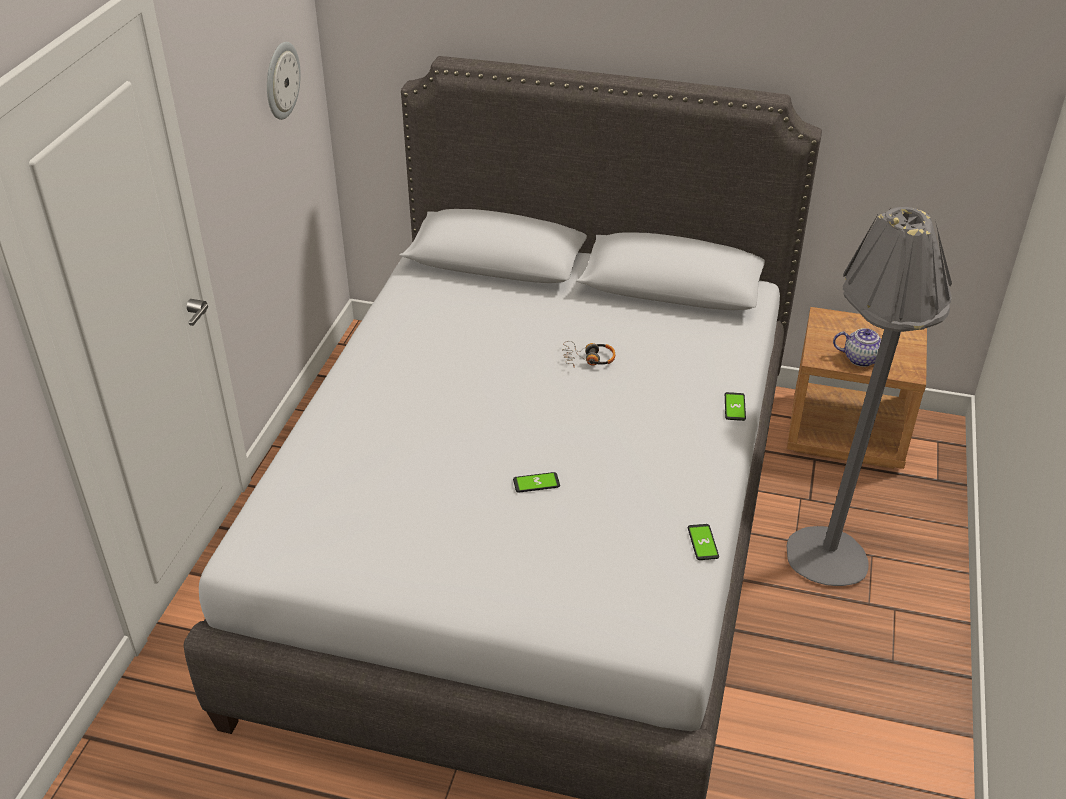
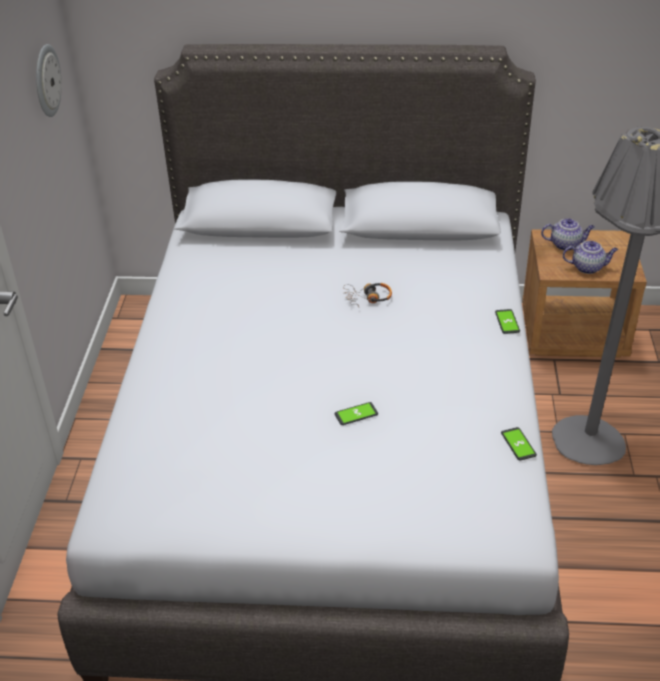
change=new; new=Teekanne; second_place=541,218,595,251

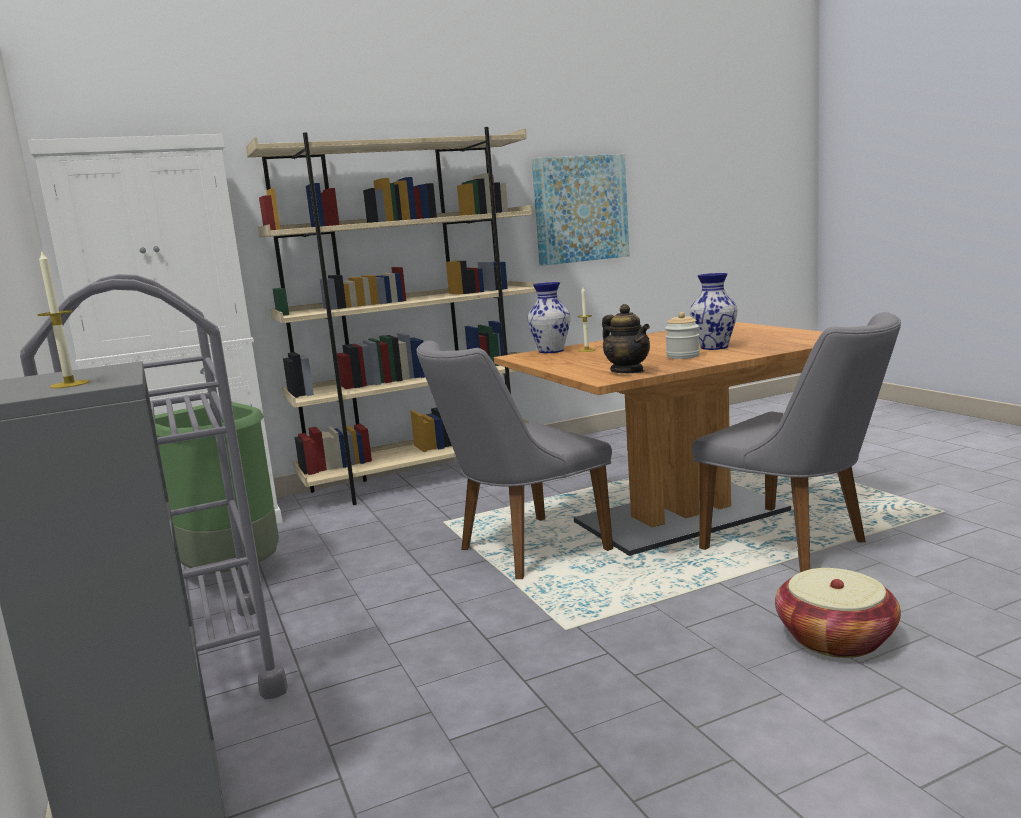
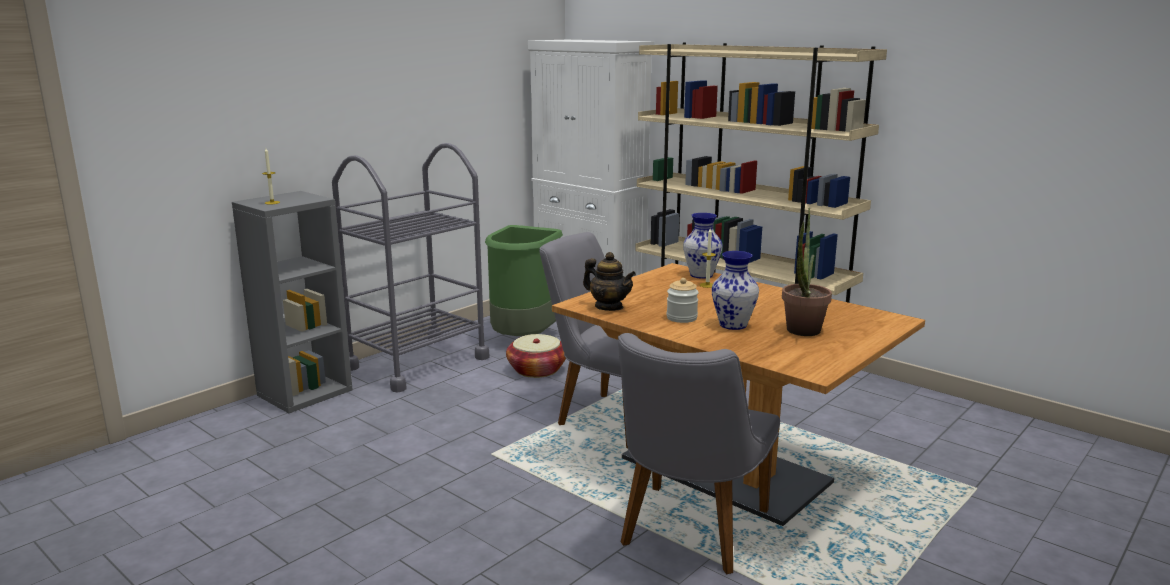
change=shifted; old=Korb; first_place=775,568,901,658; second_place=506,334,566,378
change=rotated; old=Teekanne; first_place=602,304,650,373; second_place=583,252,636,311; degrees=-90
change=new; new=Topfpflanze; second_place=782,208,832,336
change=gone; old=Bild; first_place=532,154,630,266

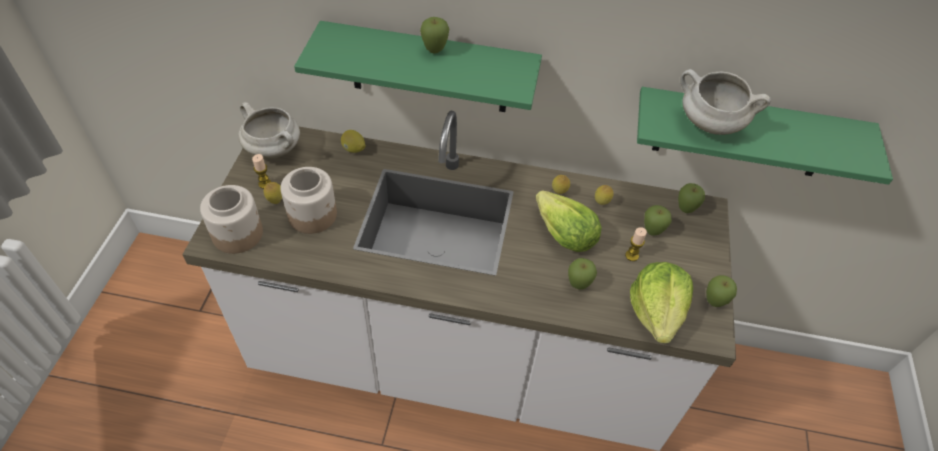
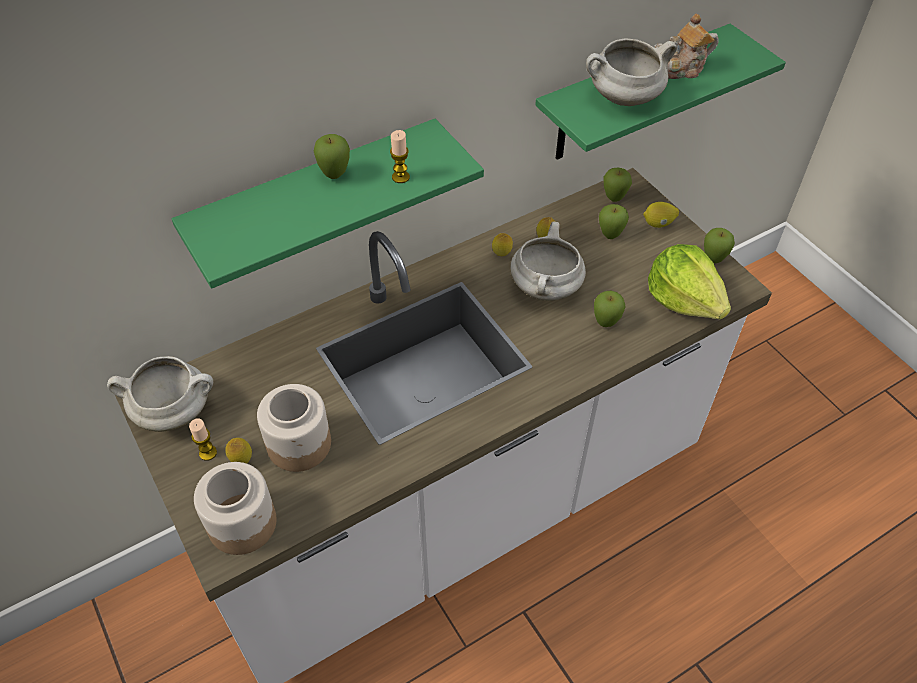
change=shifted; old=Kerze; first_place=625,227,647,261; second_place=390,130,410,183
change=swapped; old=Salatkopf; new=Kochtopf/weiß; first_place=536,190,602,252; second_place=510,221,586,301
change=shifted; old=Zitrone; first_place=341,130,365,153; second_place=643,202,679,228
change=new; new=Teekanne; second_place=654,14,719,79

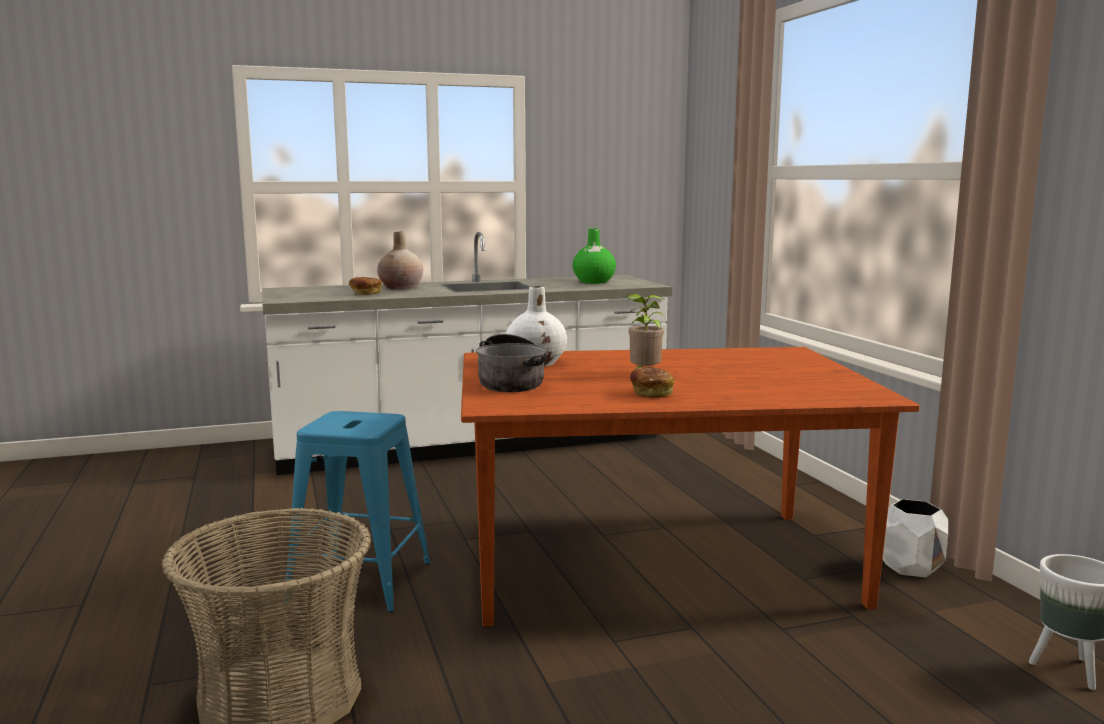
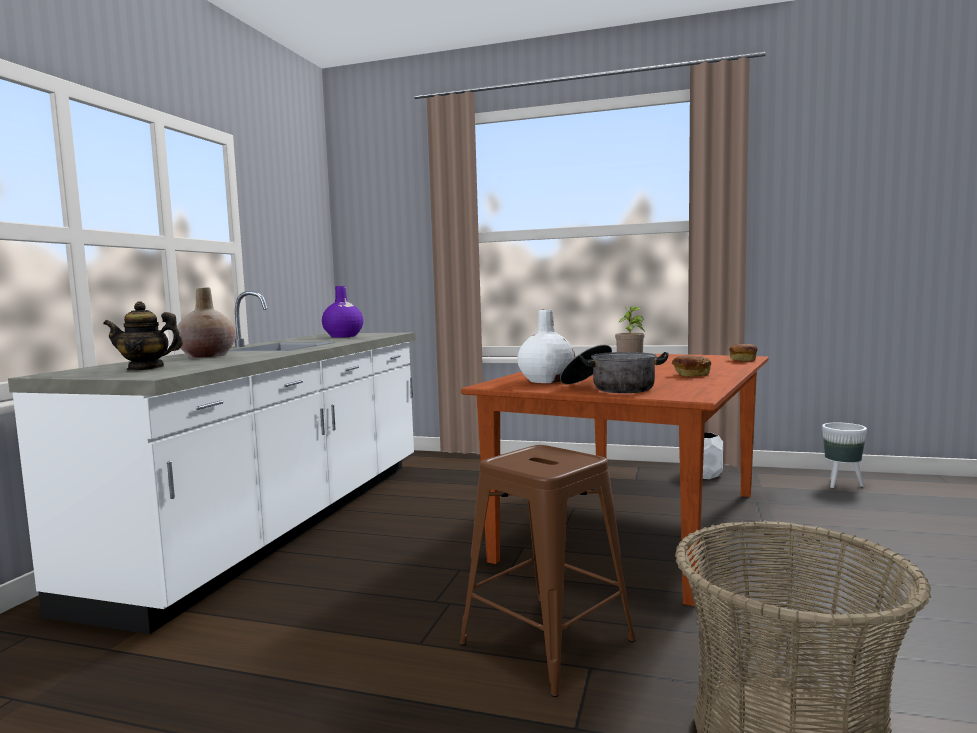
change=new; new=Teekanne; second_place=103,301,183,371
change=repainted; old=Vase/grün; new=Vase/lila; first_place=573,228,616,284; second_place=322,286,363,338
change=repainted; old=Hocker/blau; new=Hocker/braun; first_place=283,411,431,612; second_place=460,445,636,697
change=shifted; old=Brot; first_place=349,277,382,295; second_place=729,344,758,361

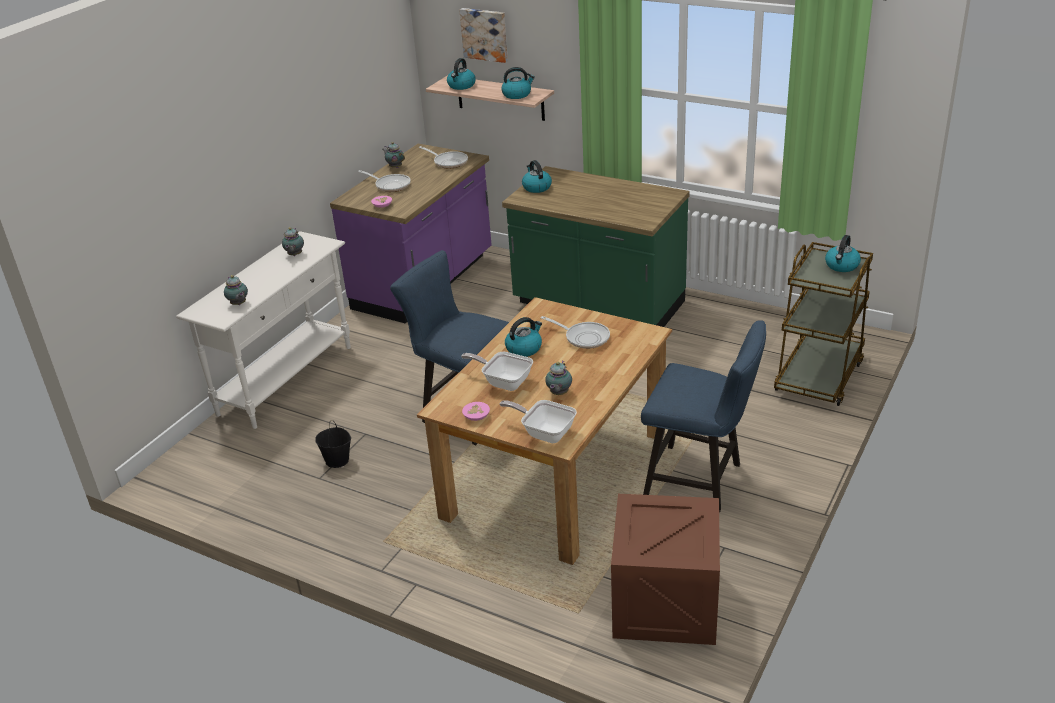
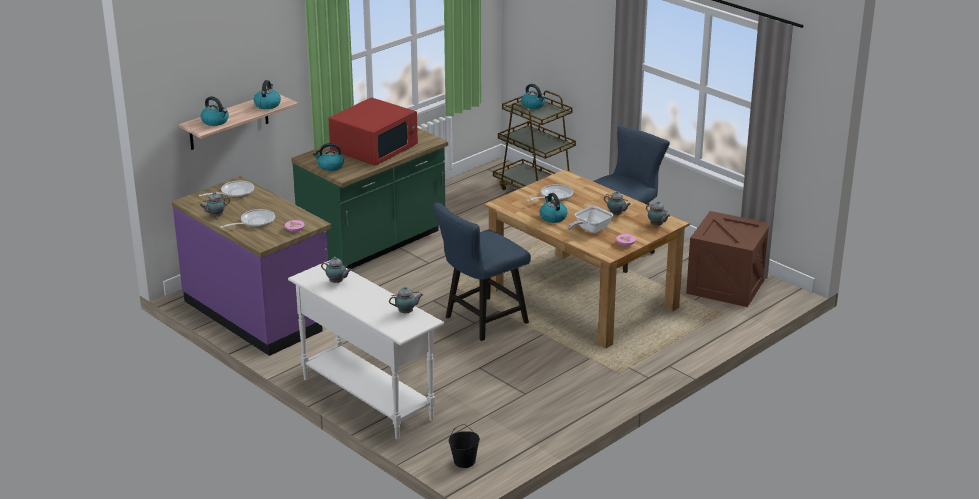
change=new; new=Mikrowelle/rot; second_place=328,97,418,166
change=shifted; old=Eimer/schwarz; first_place=315,420,351,468; second_place=449,424,480,468
change=swapped; old=Pfanne; new=Teekanne; first_place=500,400,577,443; second_place=646,201,670,226
change=gone; old=Bild; first_place=459,8,508,63

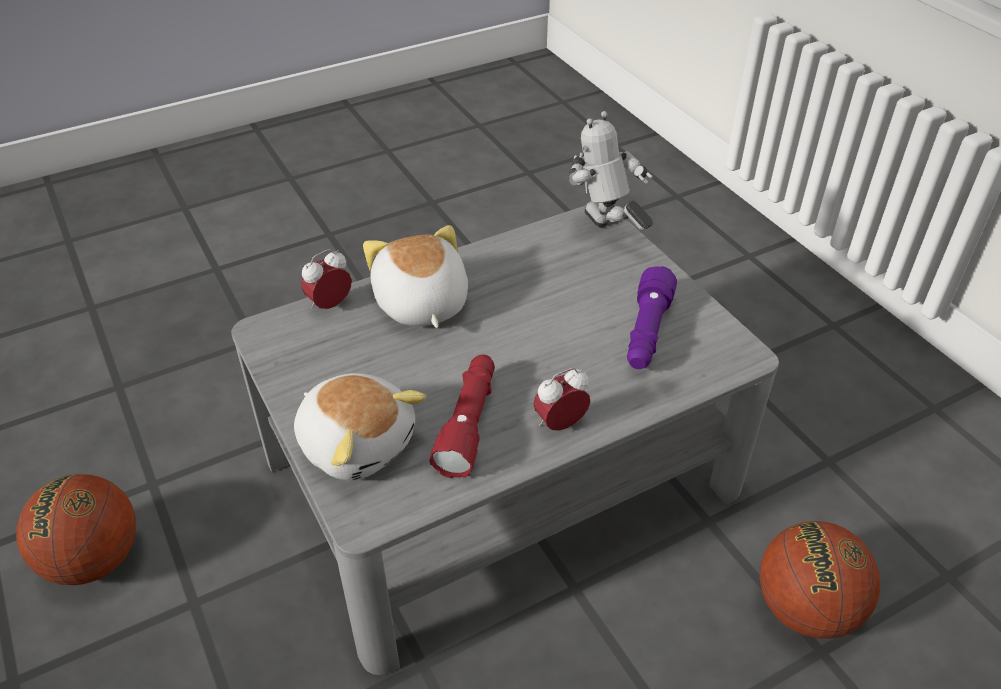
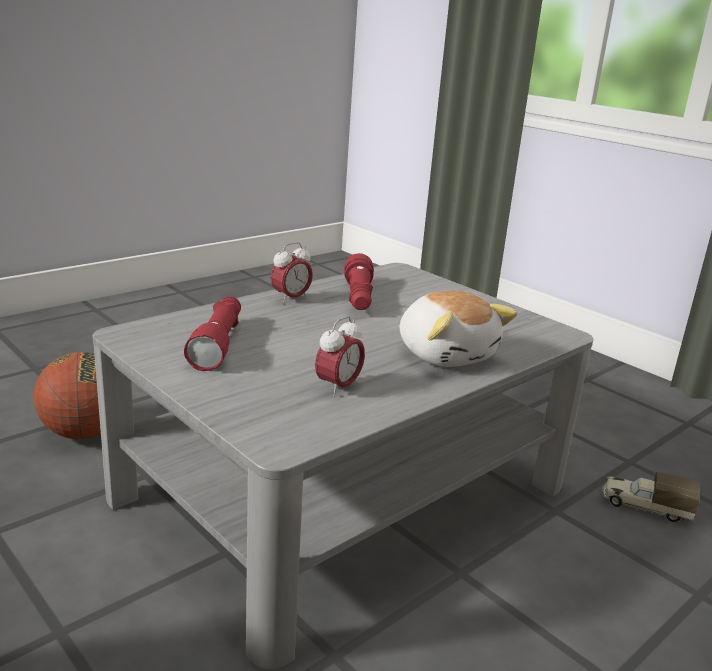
change=repainted; old=Taschenlampe/lila; new=Taschenlampe/rot; first_place=627,266,677,369; second_place=184,296,241,371
change=shifted; old=Wecker; first_place=301,249,352,309; second_place=315,316,365,397
change=new; new=Spielzeuglaster; second_place=602,472,700,522
change=gone; old=Basketball; first_place=16,474,136,585
change=gone; old=Plüschtier; first_place=294,373,426,481
change=gone; old=Spielzeugroboter; first_place=569,111,653,230

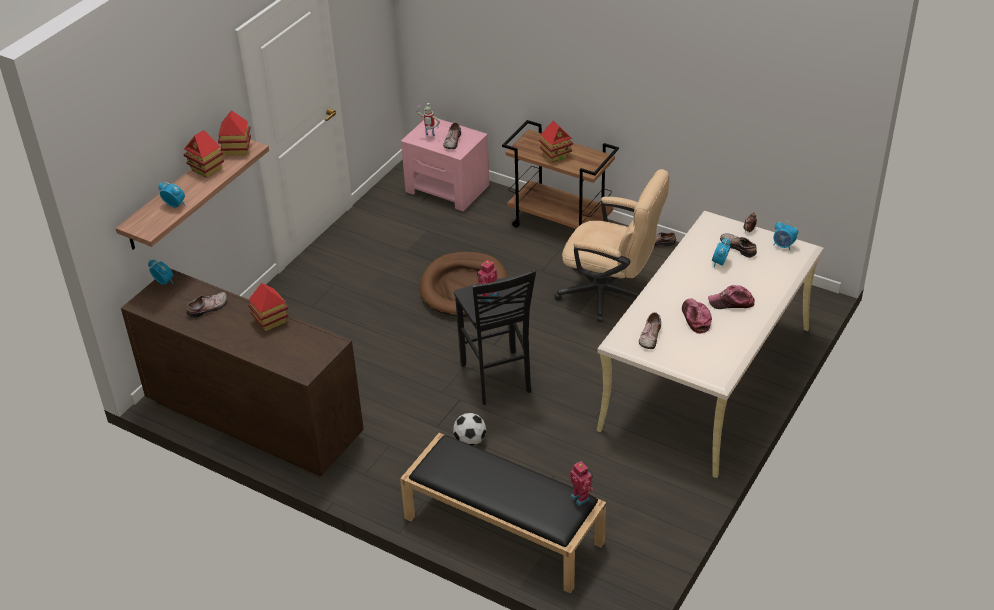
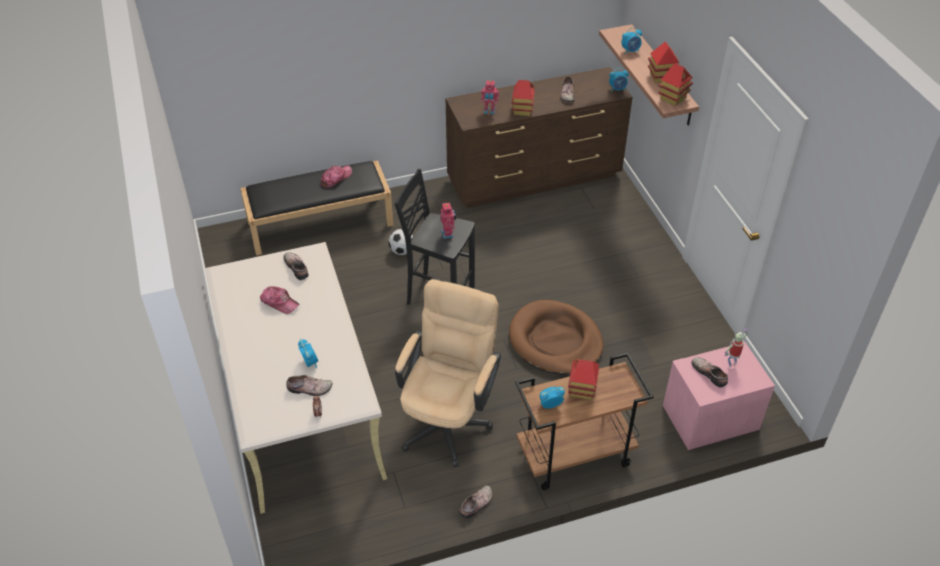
change=shifted; old=Kappe; first_place=708,285,755,309; second_place=321,166,352,188
change=rotated; old=Bürostuhl/beige; first_place=554,169,670,322; second_place=395,279,501,467; degrees=135
change=shifted; old=Spielzeugroboter; first_place=570,461,594,506; second_place=481,81,499,115
change=shifted; old=Wecker; first_place=773,221,798,251; second_place=539,387,565,409

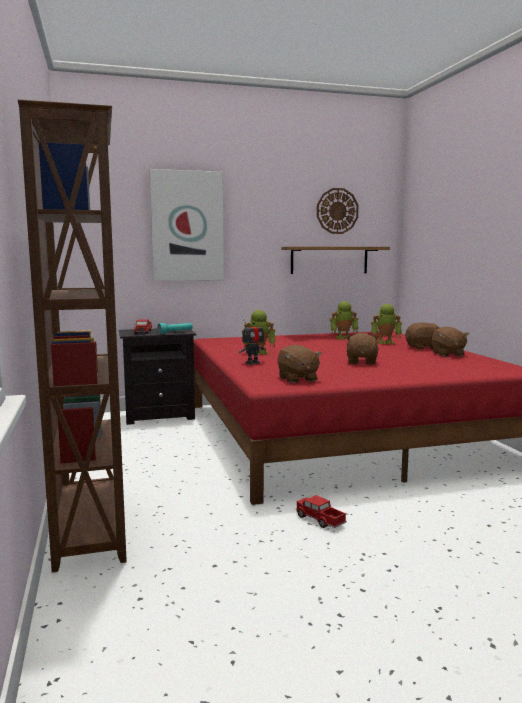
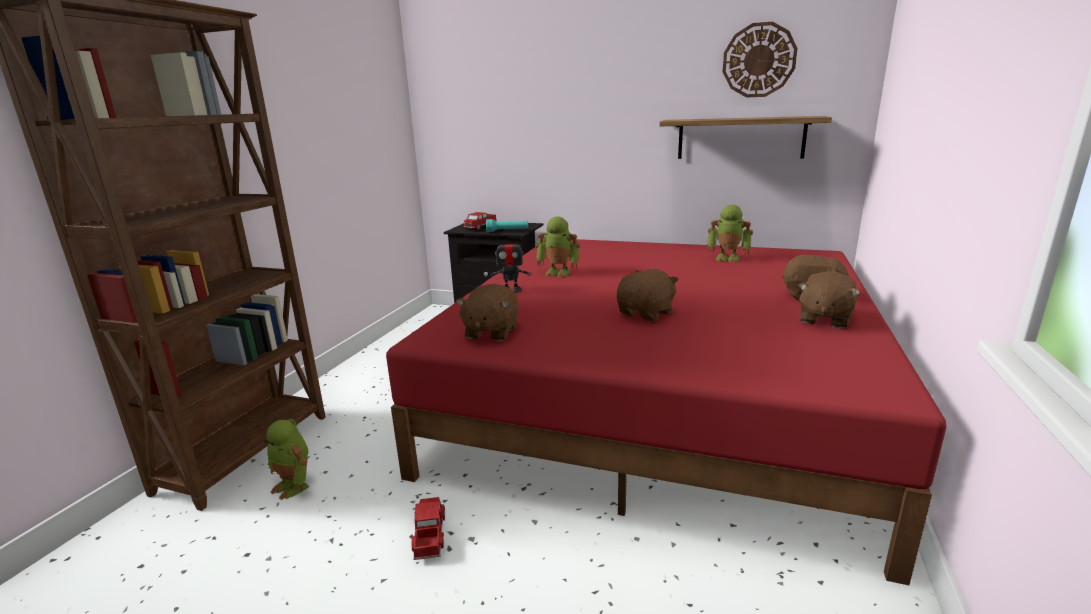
change=shifted; old=Spielzeugroboter; first_place=371,304,402,344; second_place=264,419,309,500
change=gone; old=Bild; first_place=149,169,224,281

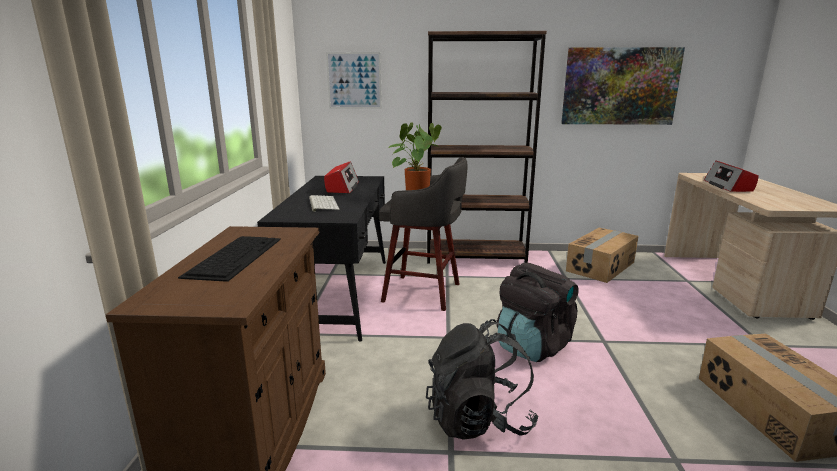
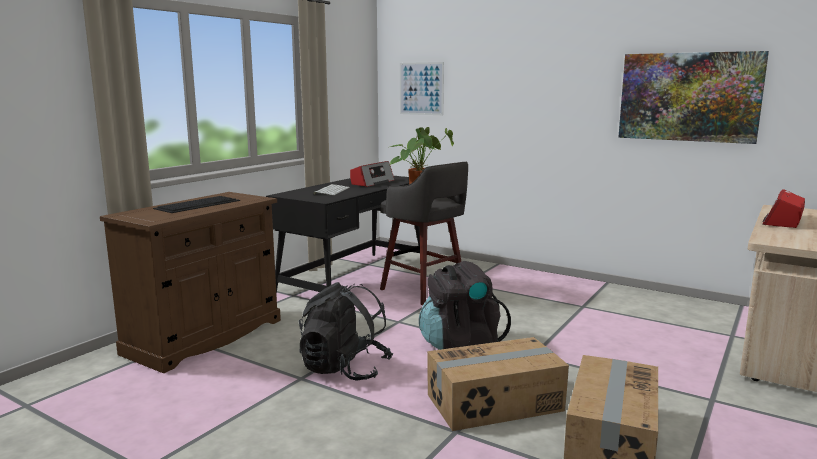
change=shifted; old=Karton; first_place=566,228,639,283; second_place=427,337,569,431
change=gone; old=Bücherregal/braun; first_place=427,31,547,264

